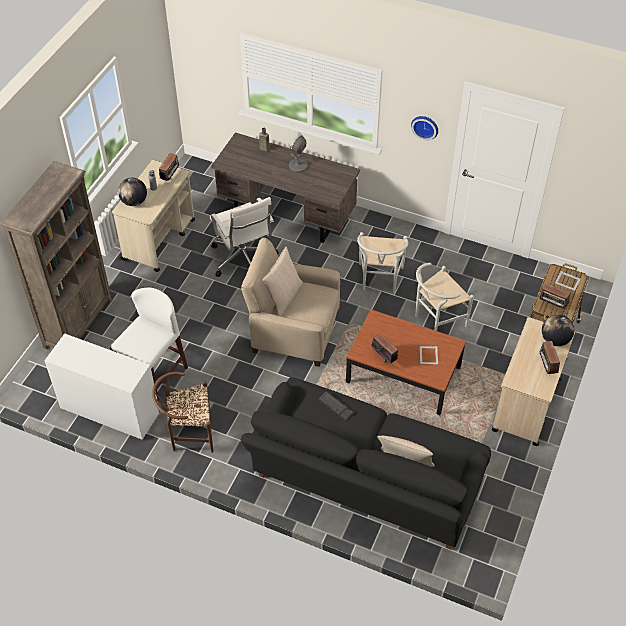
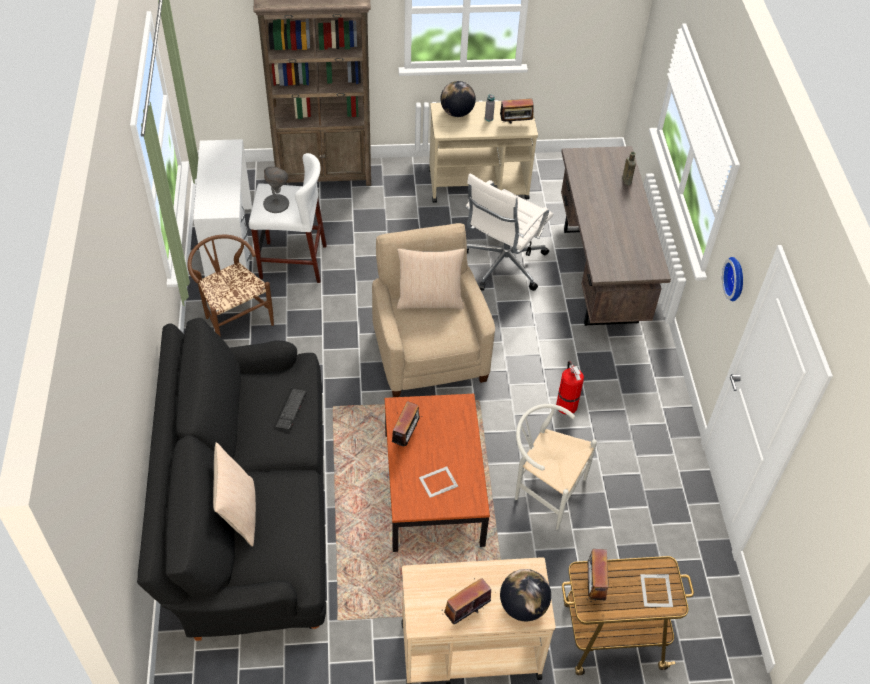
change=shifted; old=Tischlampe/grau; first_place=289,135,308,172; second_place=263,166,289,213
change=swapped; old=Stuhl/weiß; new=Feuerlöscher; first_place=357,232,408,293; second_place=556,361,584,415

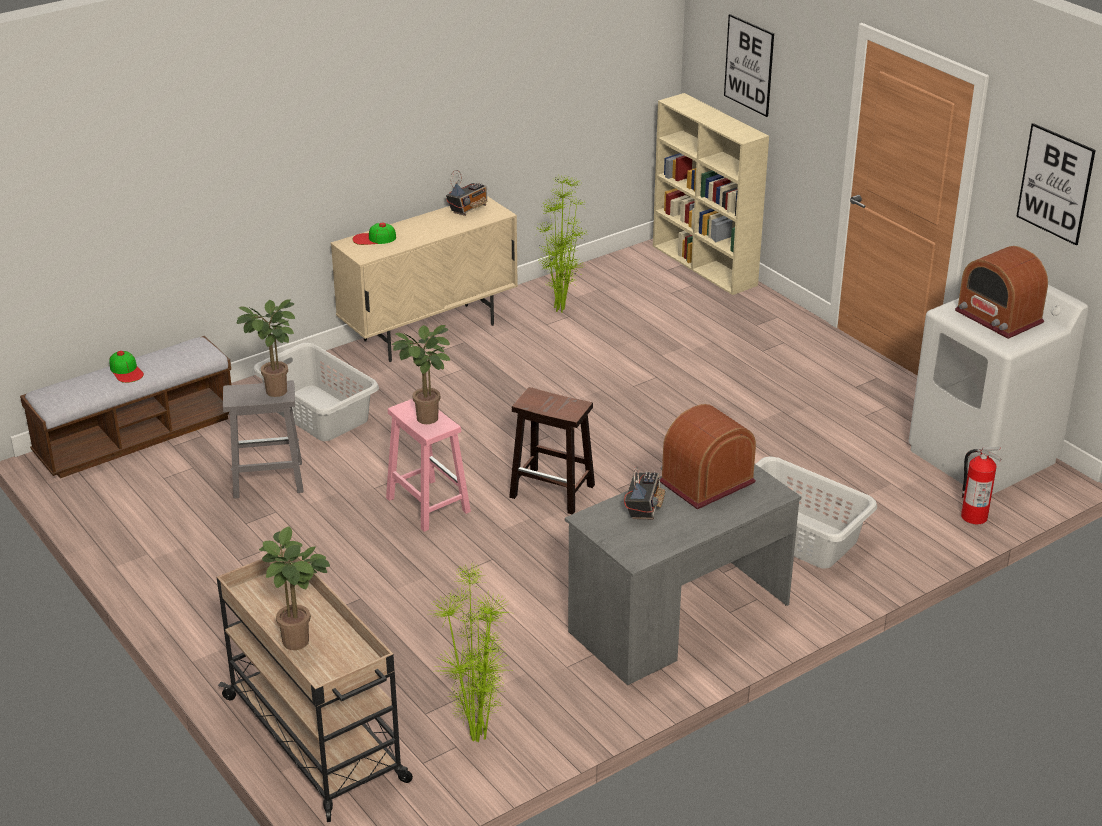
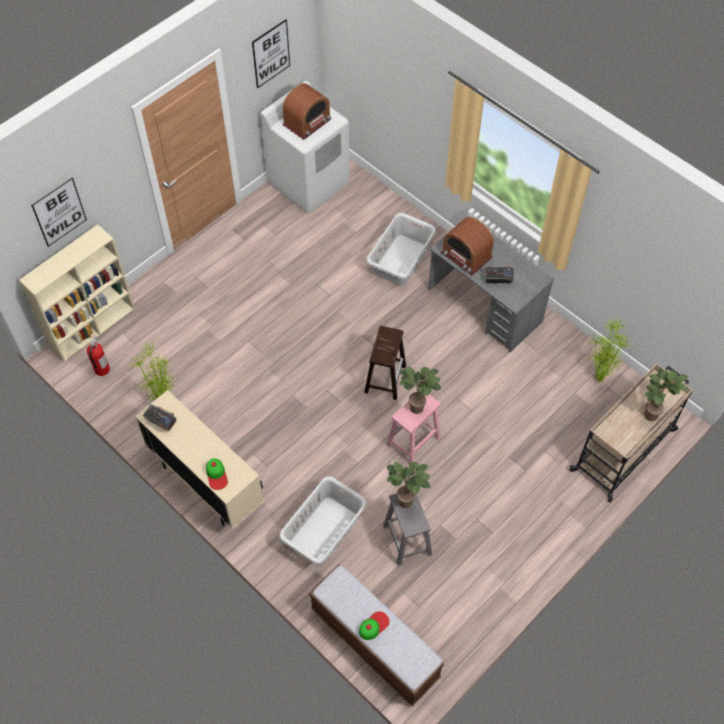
change=shifted; old=Feuerlöscher; first_place=961,447,1001,524; second_place=87,335,110,376

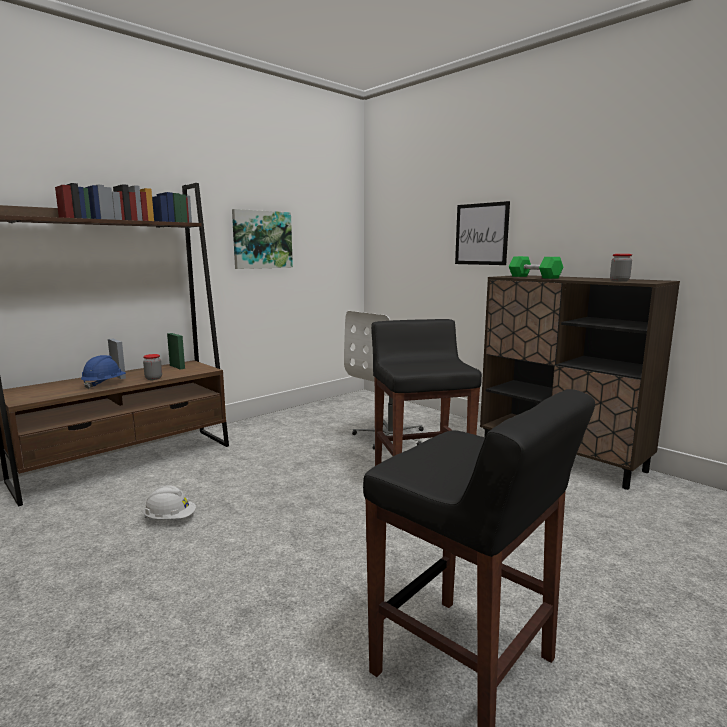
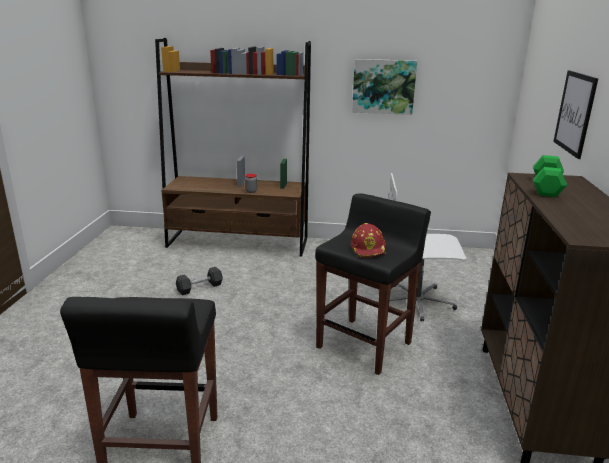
change=swapped; old=Schutzhelm/weiß; new=Hantel/grau; first_place=143,485,196,519; second_place=176,267,223,295
change=new; new=Schutzhelm/rot; second_place=351,223,387,257
change=gone; old=Schutzhelm/blau; first_place=81,355,126,389
change=gone; old=Vorratsglas; first_place=610,254,632,282

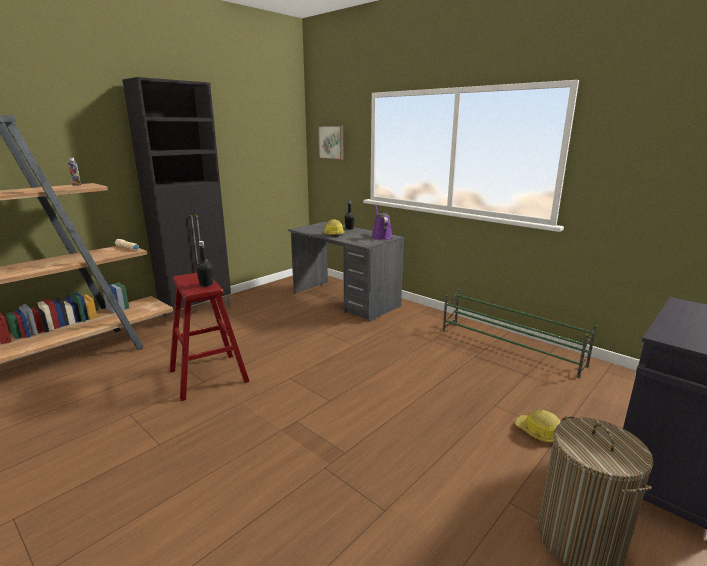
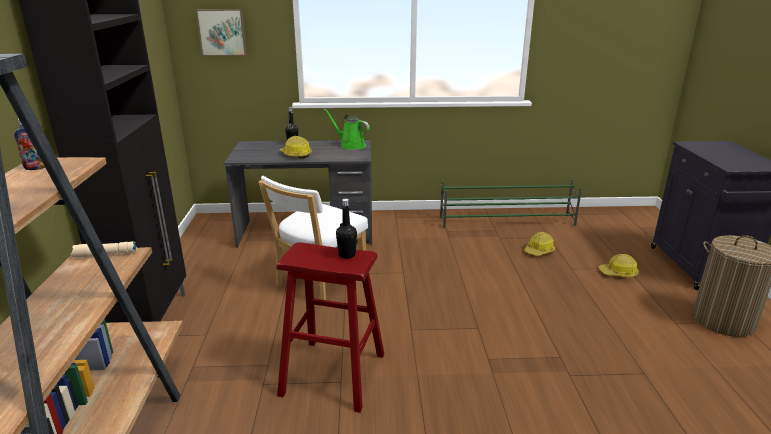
change=new; new=Stuhl/weiß; second_place=258,176,368,300
change=repainted; old=Gießkanne/lila; new=Gießkanne/grün; first_place=371,205,392,240; second_place=324,109,370,149
change=new; new=Schutzhelm; second_place=524,232,555,256

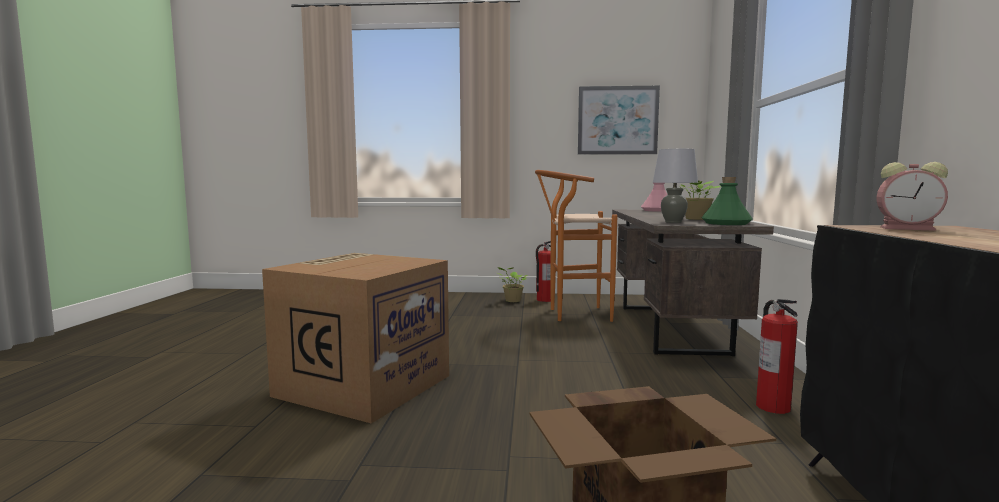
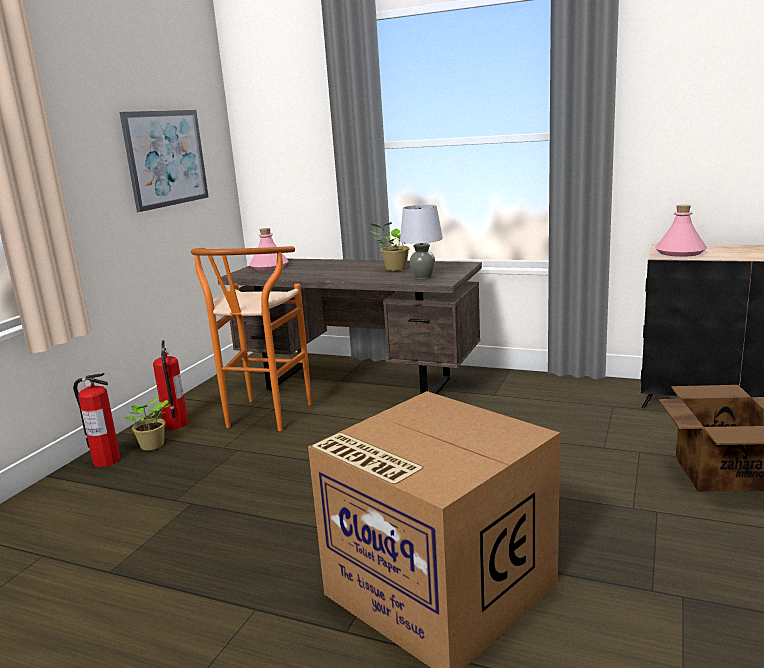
change=shifted; old=Feuerlöscher; first_place=756,299,798,414; second_place=73,373,121,467
change=swapped; old=Wecker; new=Flasche/rosa; first_place=877,162,948,231; second_place=655,205,707,257
change=gone; old=Flasche/grün; first_place=701,177,753,225

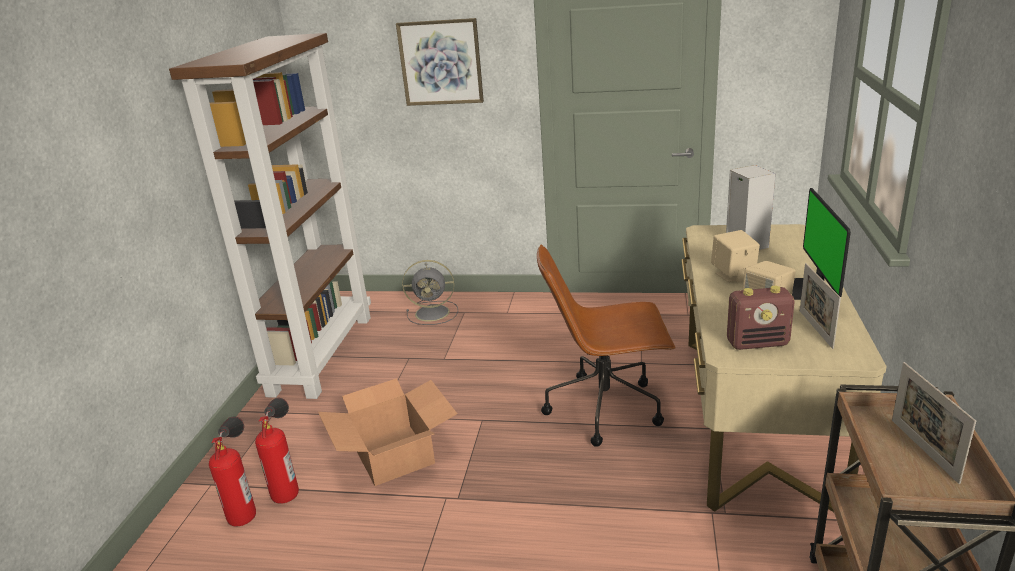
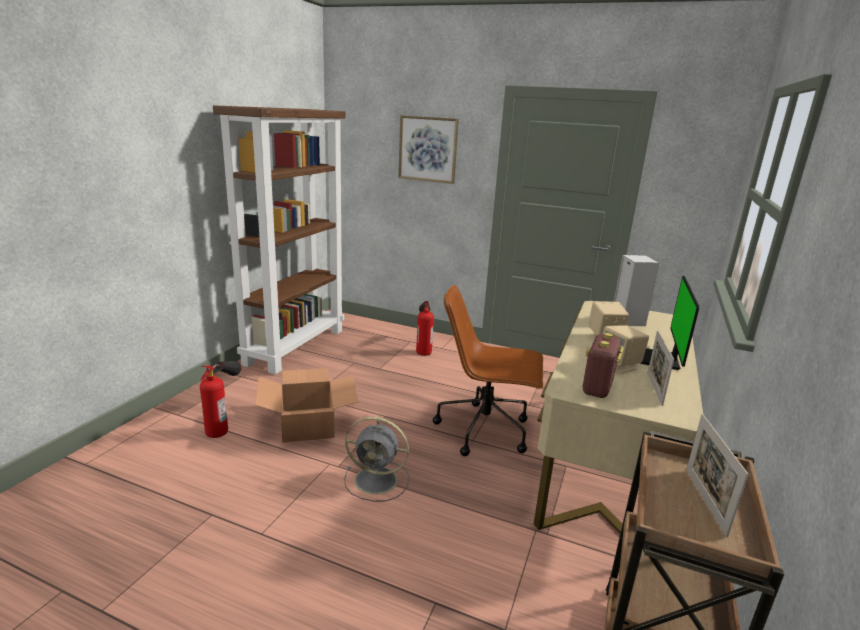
change=shifted; old=Ventilator/grau; first_place=402,260,458,325; second_place=344,417,409,501
change=shifted; old=Feuerlöscher; first_place=209,417,256,527; second_place=416,301,434,356
change=rotated; old=Radio; first_place=727,286,795,350; second_place=582,333,624,398; degrees=105

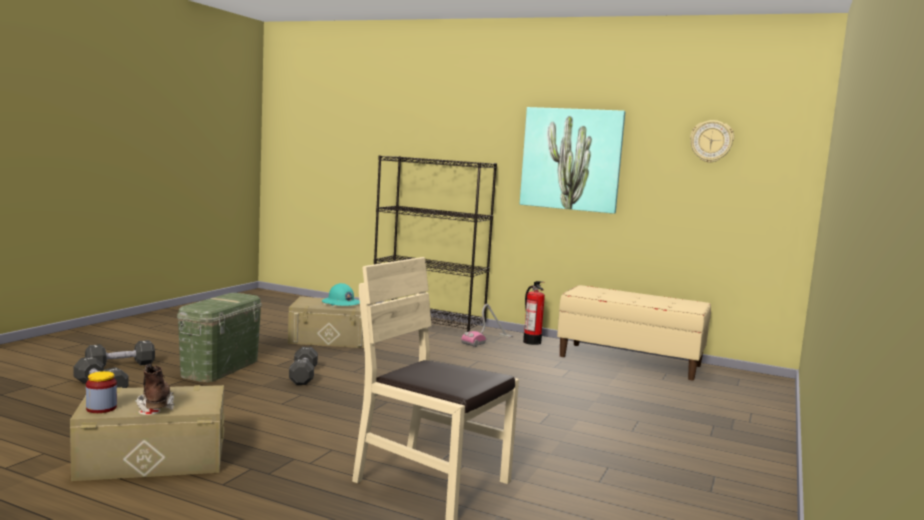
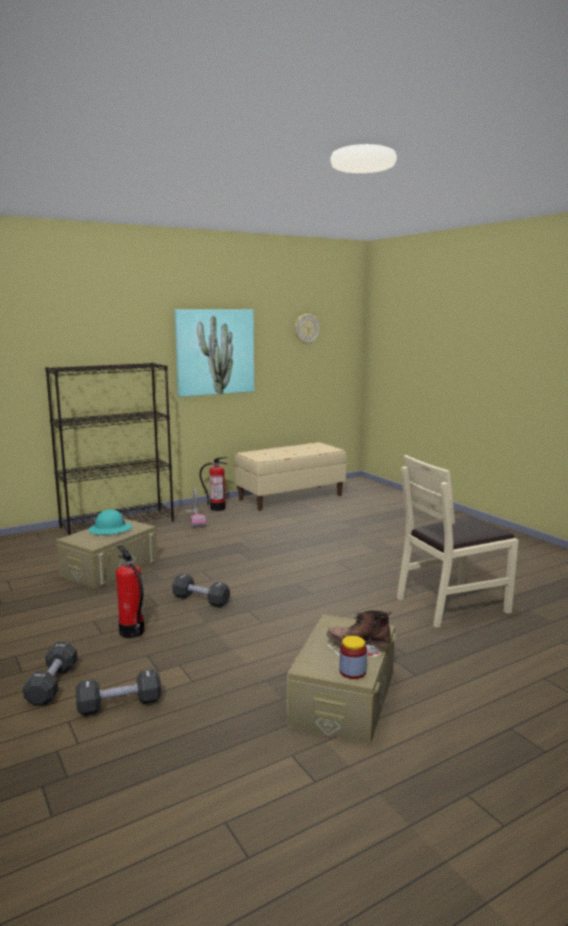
change=swapped; old=Aufbewahrungsbox/grün; new=Feuerlöscher; first_place=177,293,262,382; second_place=116,545,144,638

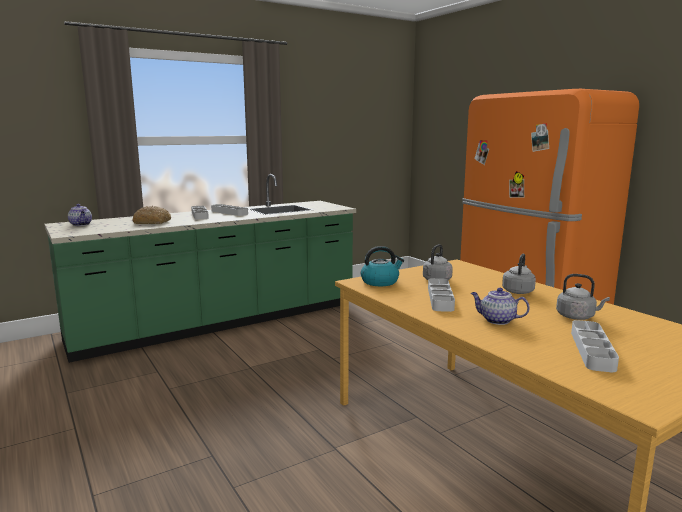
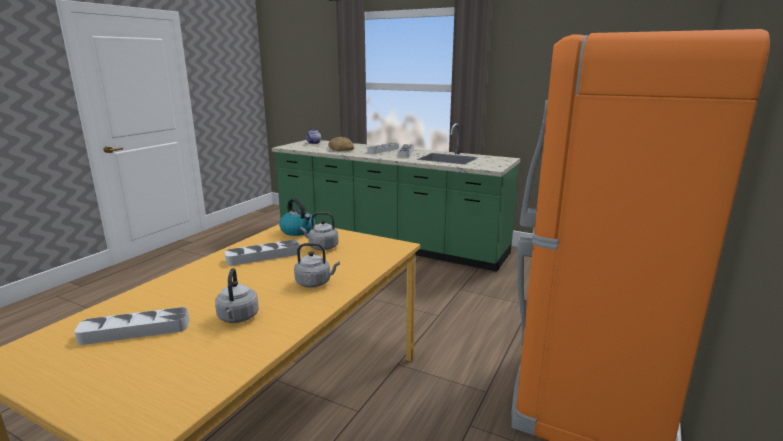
change=gone; old=Teekanne; first_place=471,288,530,325

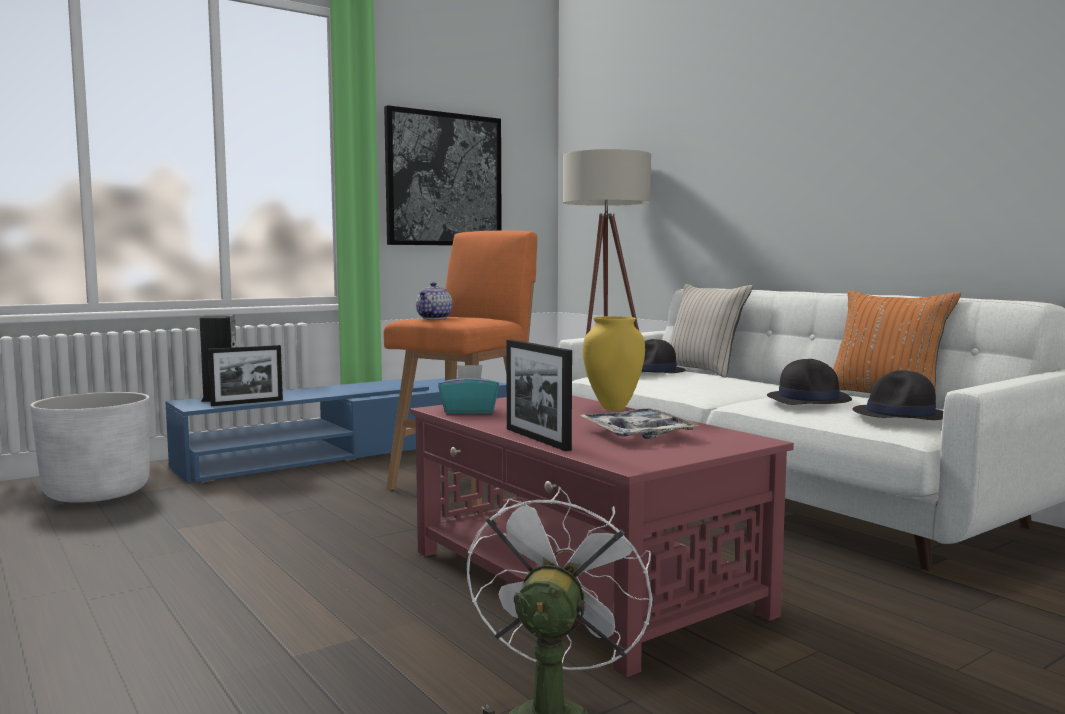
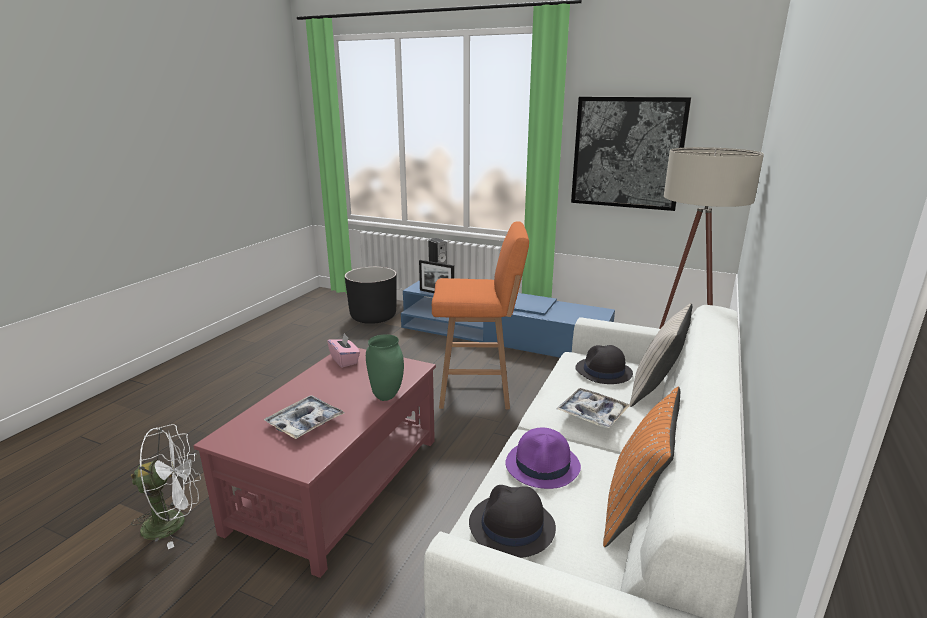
change=repainted; old=Taschentuchbox/türkis; new=Taschentuchbox/rosa; first_place=438,365,499,414; second_place=327,333,360,368
change=repainted; old=Pflanzkübel/weiß; new=Pflanzkübel/schwarz; first_place=30,392,150,503; second_place=345,267,397,324
change=repainted; old=Vase/gelb; new=Vase/grün; first_place=583,316,645,411; second_place=366,334,404,401
change=repainted; old=Hut/schwarz; new=Hut/lila; first_place=767,359,852,405; second_place=505,427,581,489
change=new; new=Tablett; second_place=556,388,630,428
change=gone; old=Teekanne; first_place=416,282,453,319
change=gone; old=Bilderrahmen; first_place=506,340,572,451

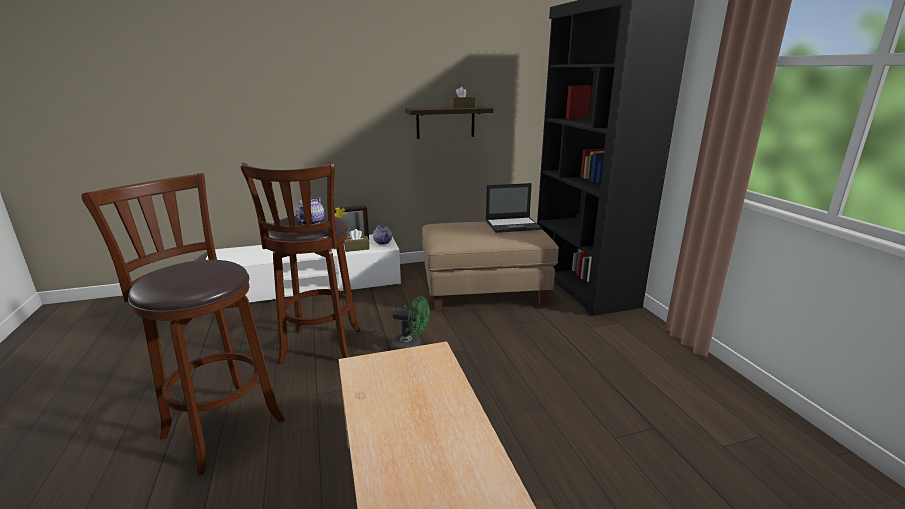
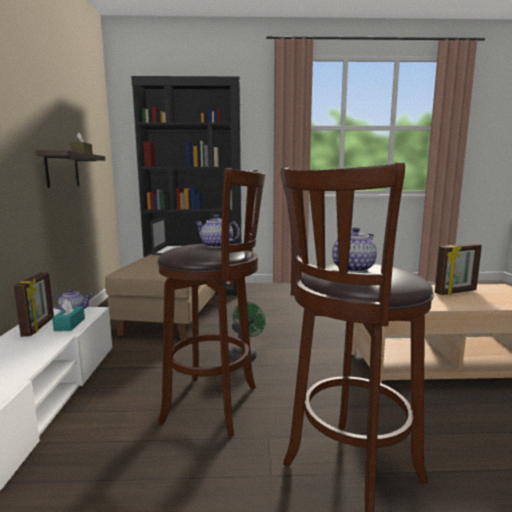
change=repainted; old=Taschentuchbox/braun; new=Taschentuchbox/türkis; first_place=344,229,370,252; second_place=52,299,85,331
change=new; new=Teekanne; second_place=332,227,377,272
change=new; new=Bilderrahmen; second_place=435,243,482,295

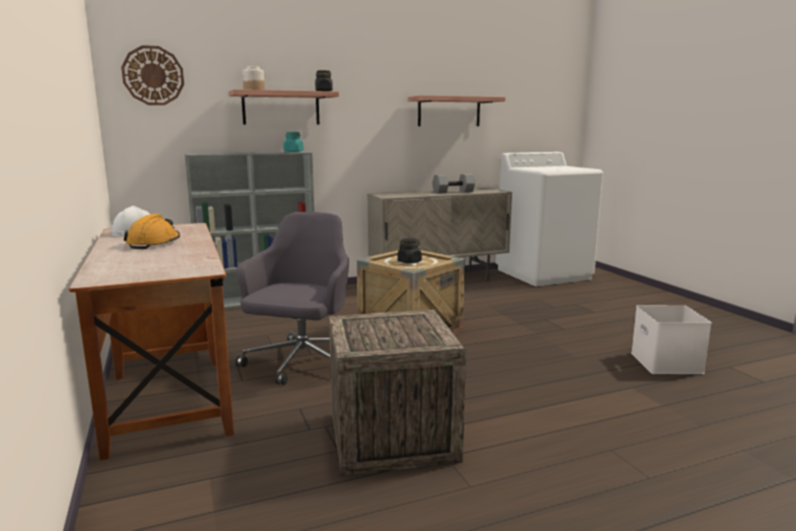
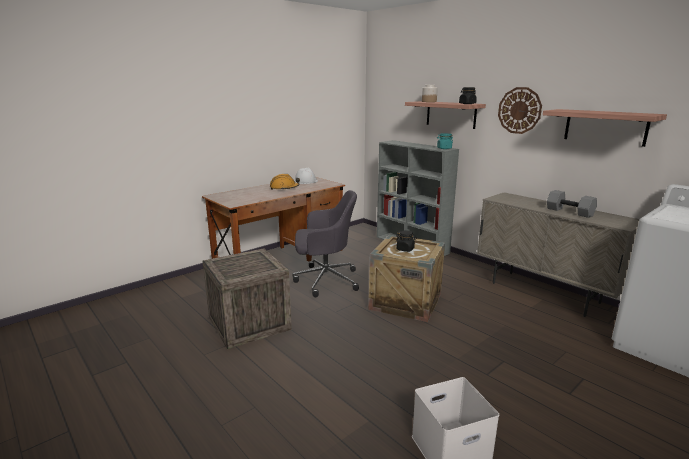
change=shifted; old=Wanduhr; first_place=121,45,184,105; second_place=498,87,542,134

